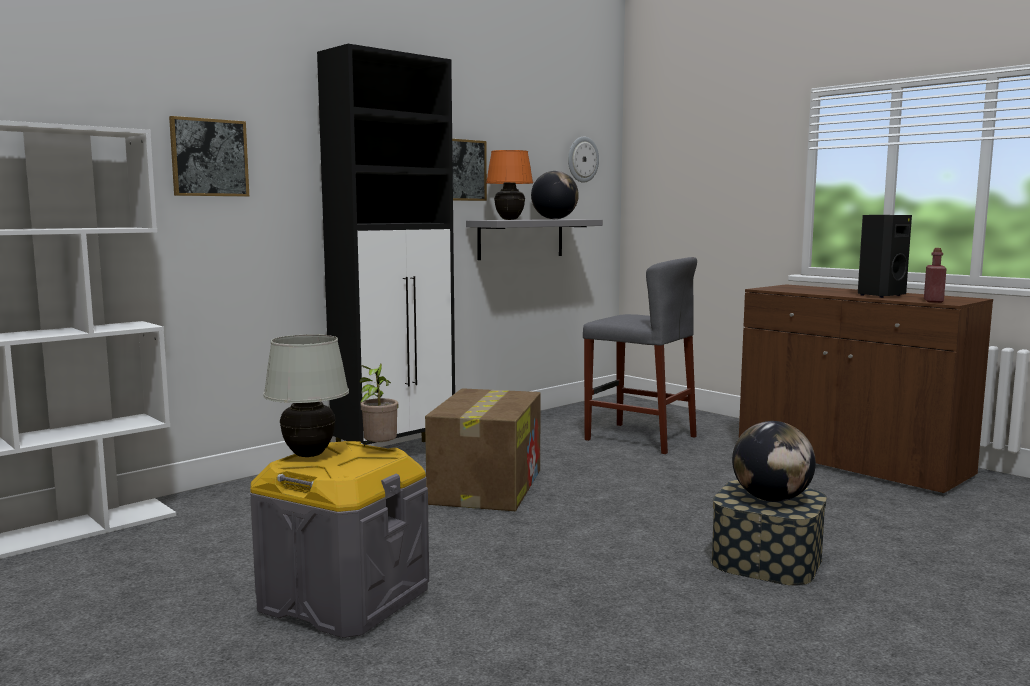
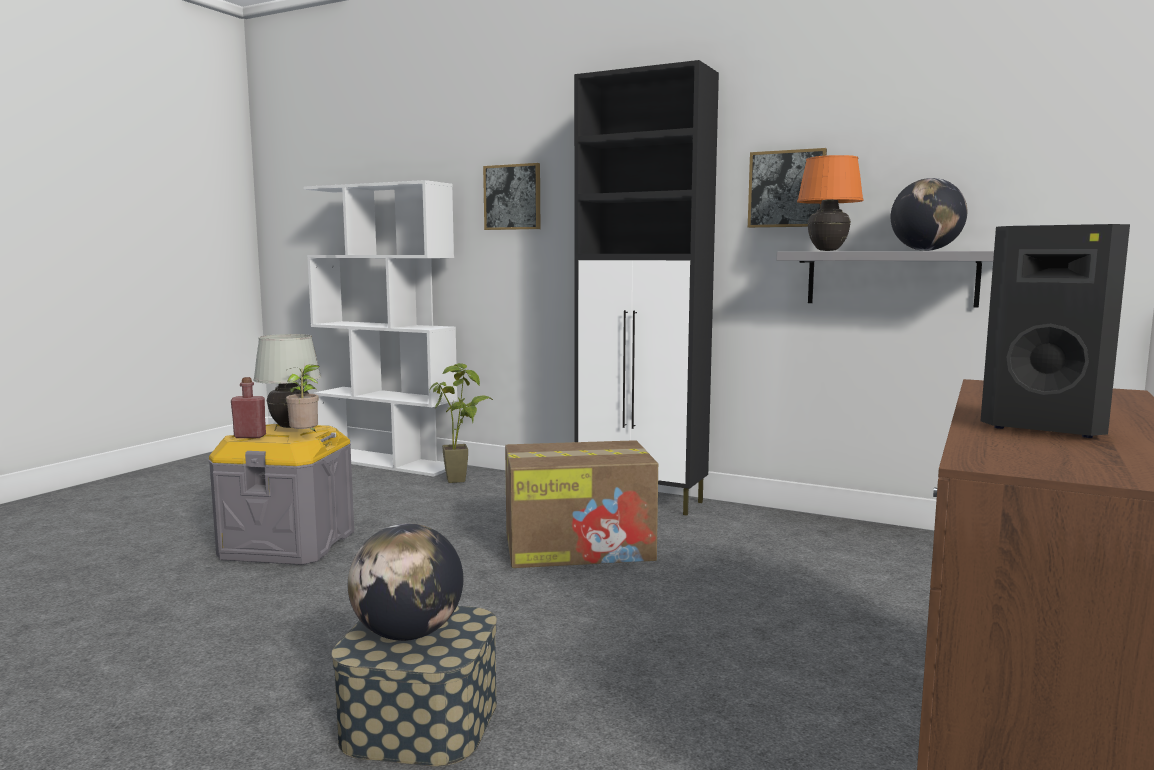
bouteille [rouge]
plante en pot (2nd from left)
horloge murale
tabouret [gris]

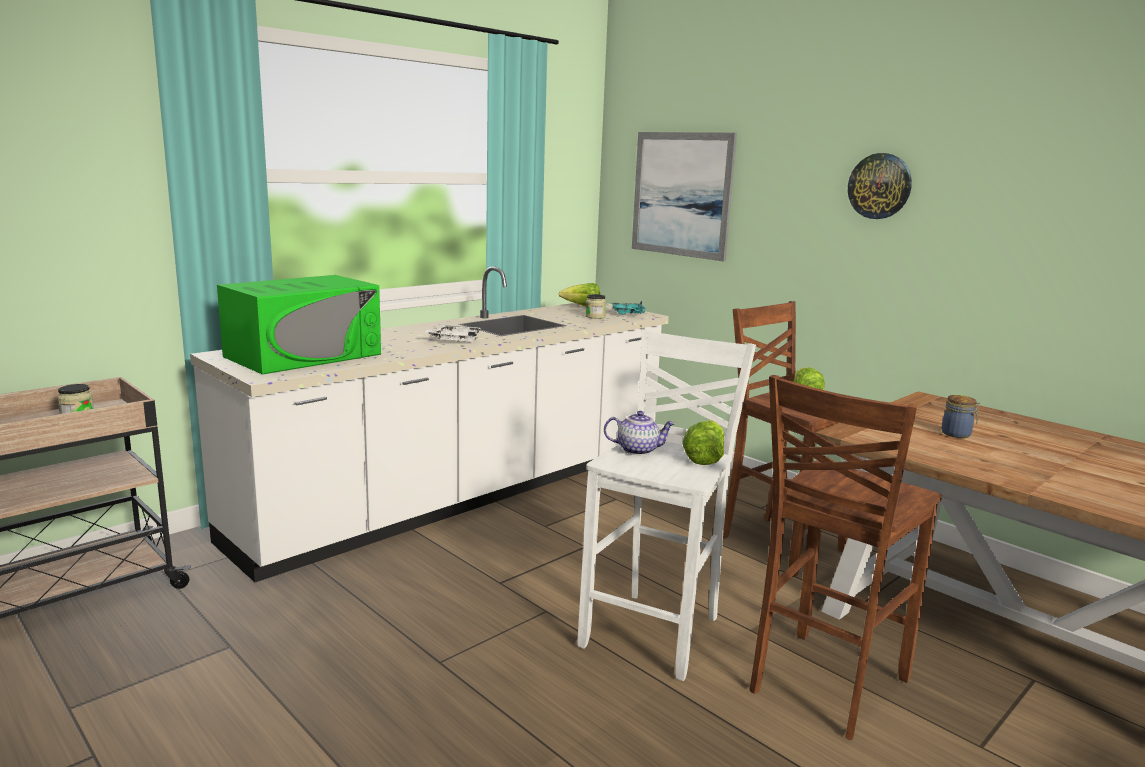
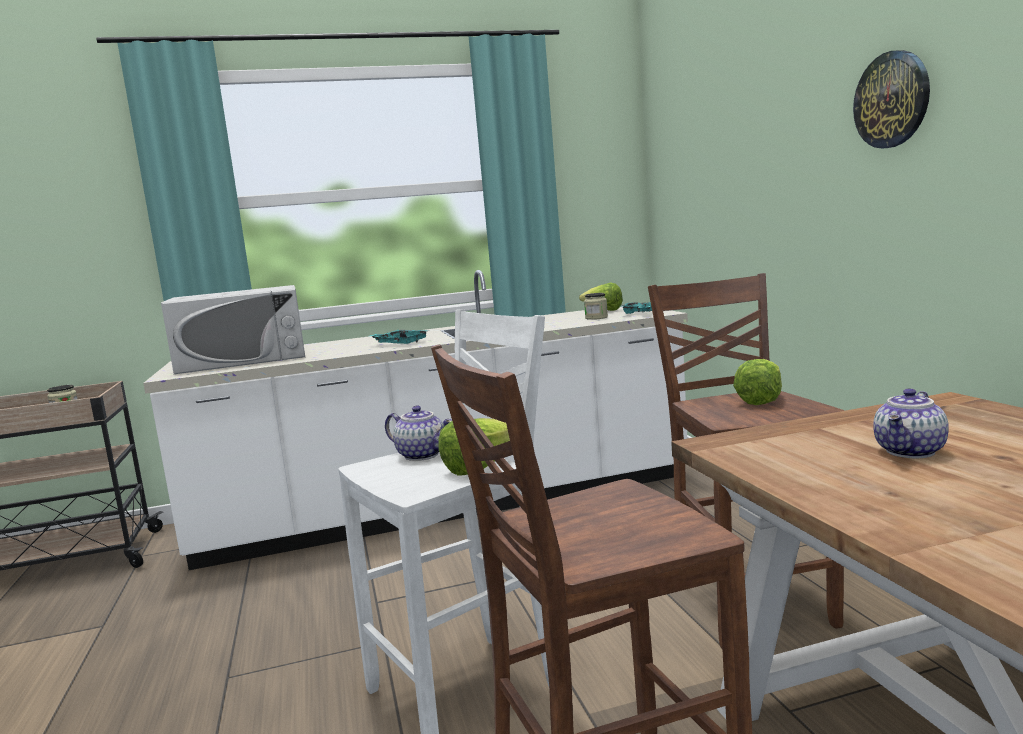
micro-ondes [blanc]
plateau [turquoise] (1st from left)
théière (2nd from left)
tableau

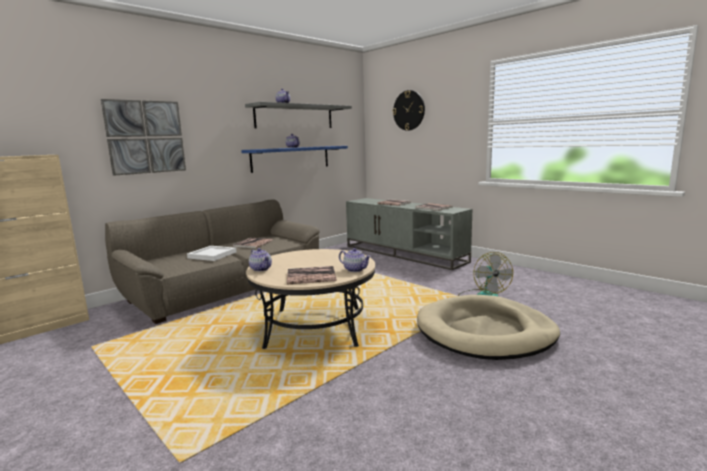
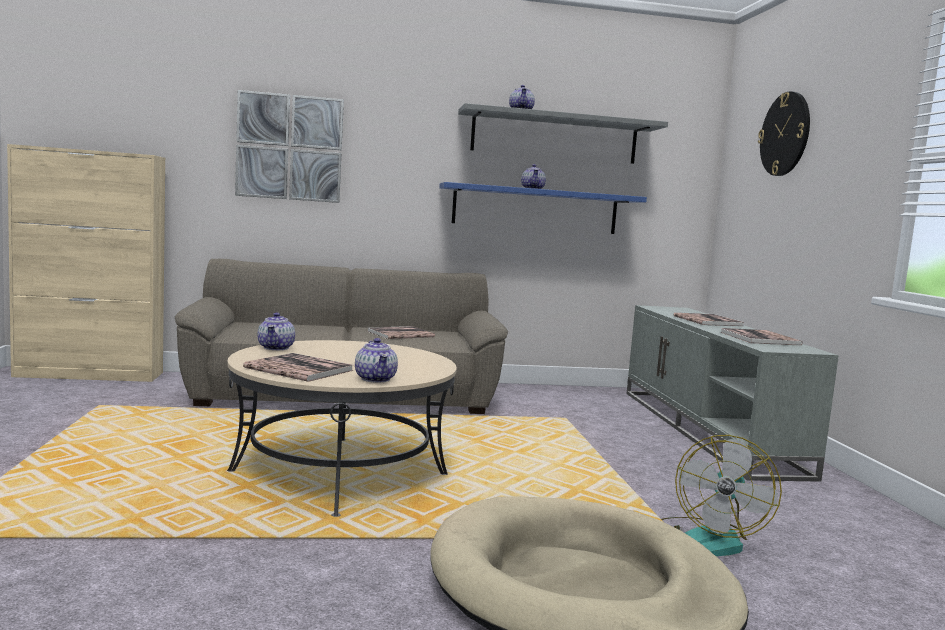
plateau [blanc]

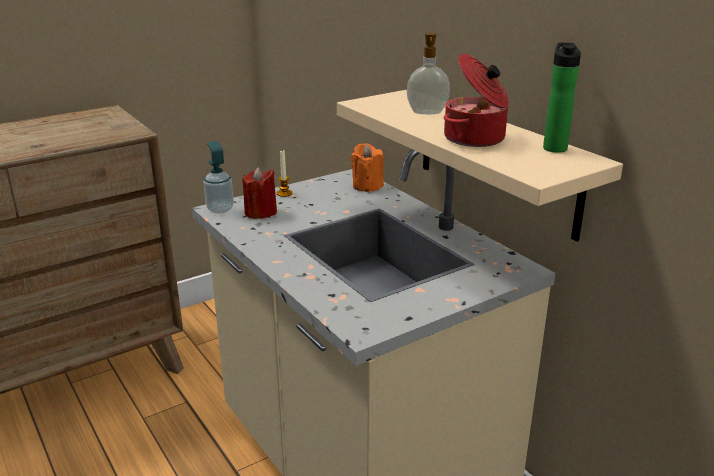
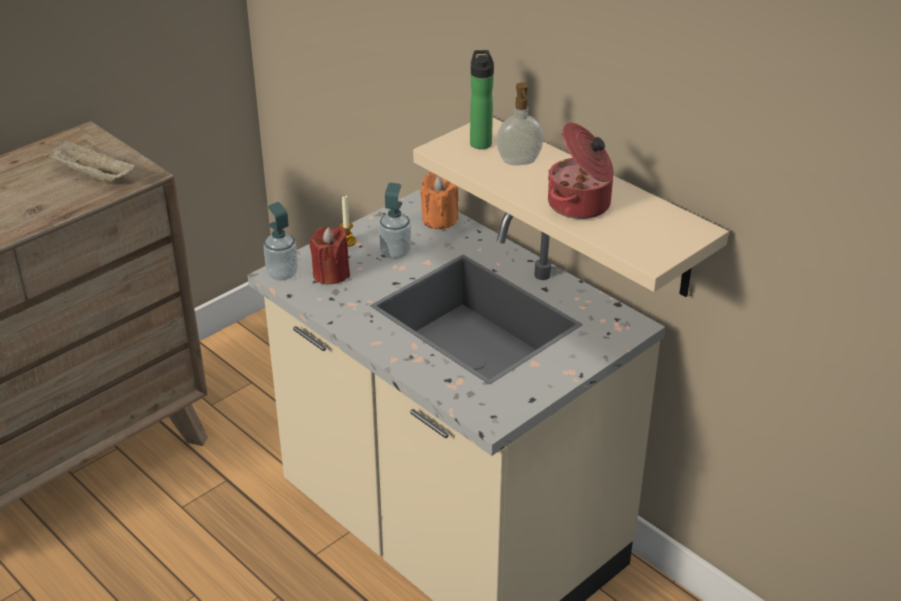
plateau [beige]
distributeur de savon (2nd from left)
bouteille

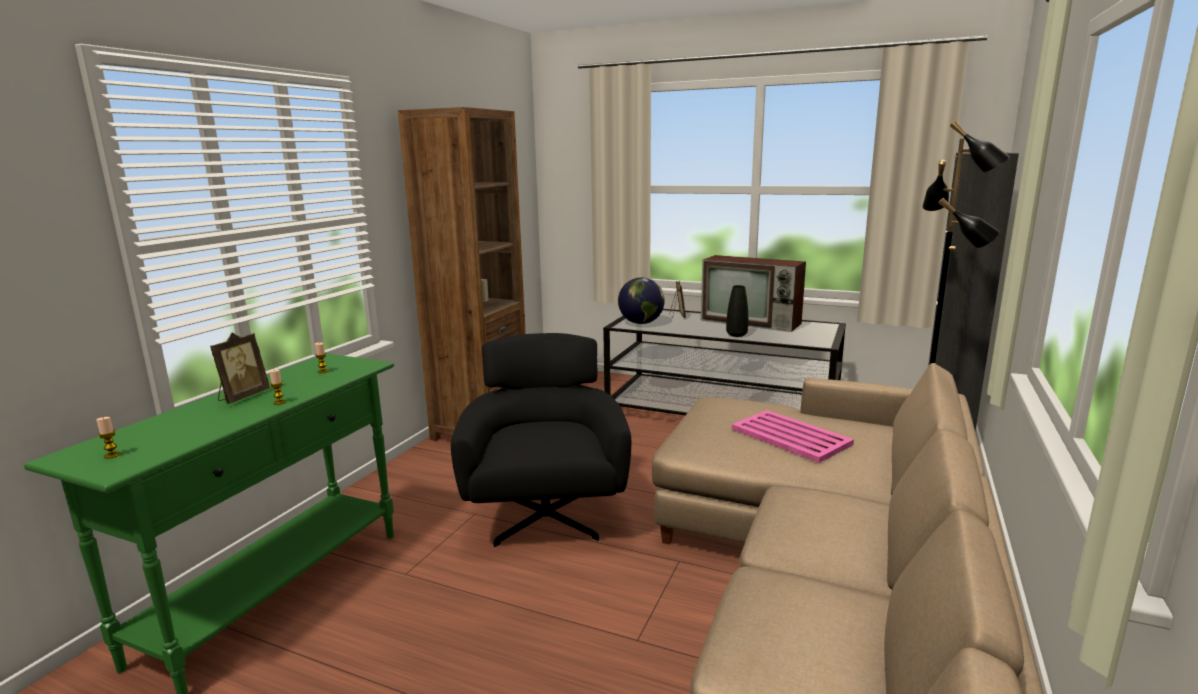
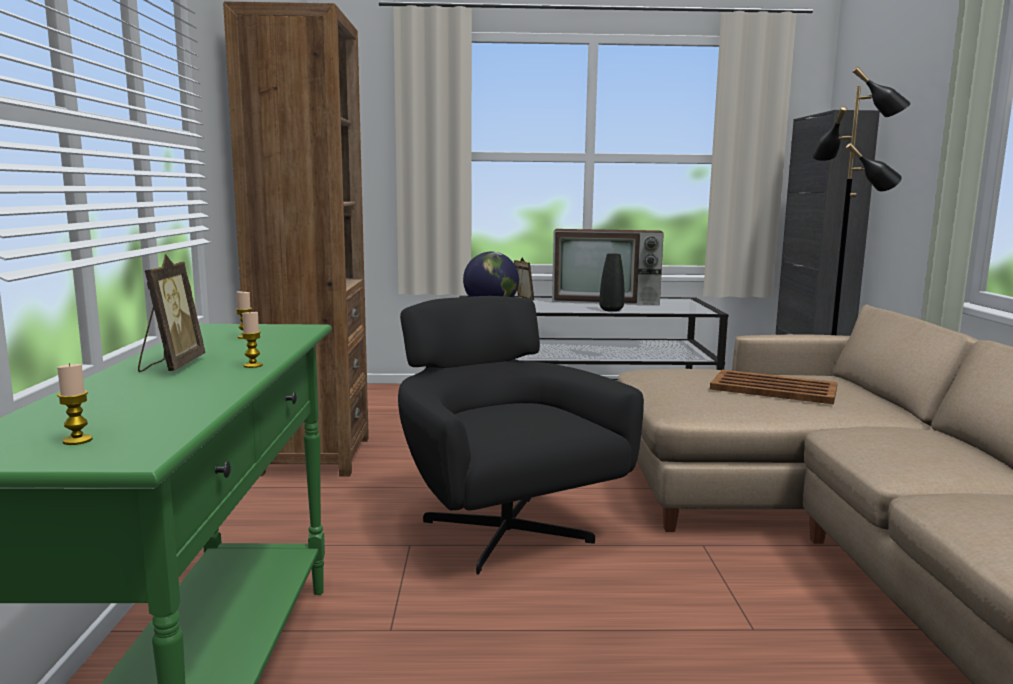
plateau [marron]

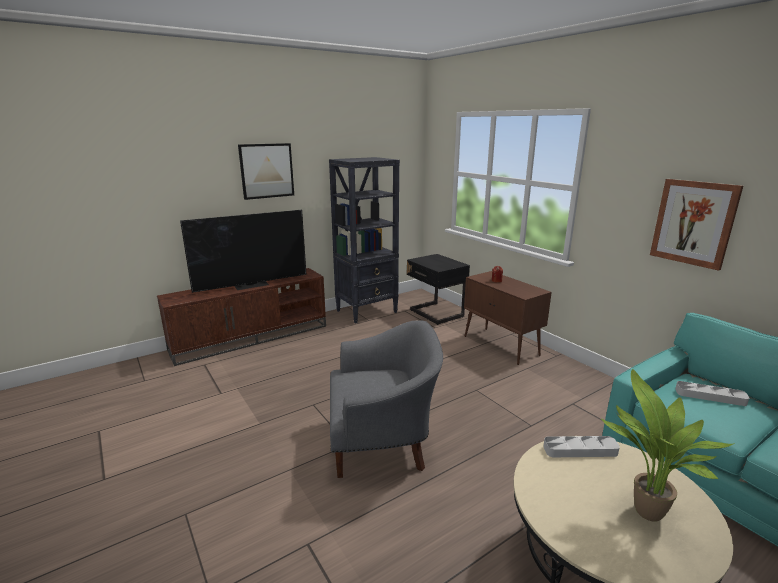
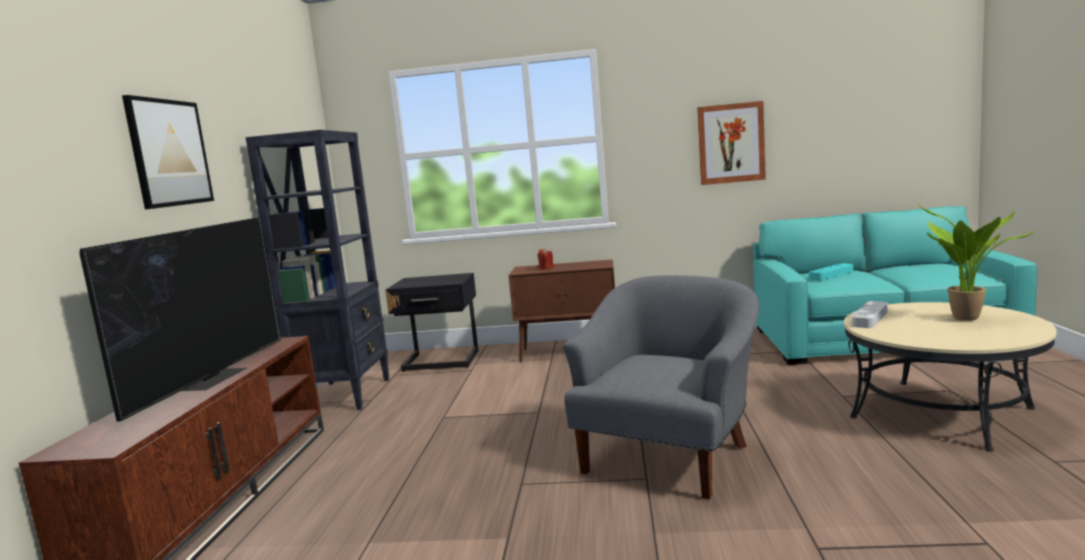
plateau [turquoise]

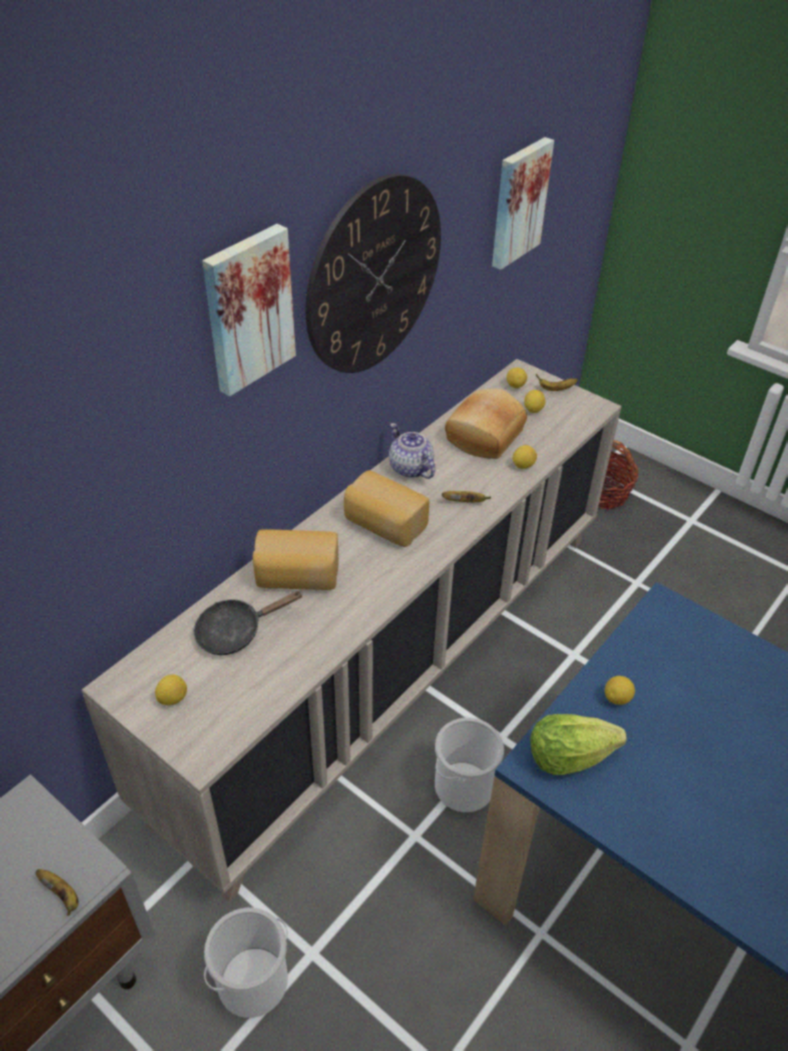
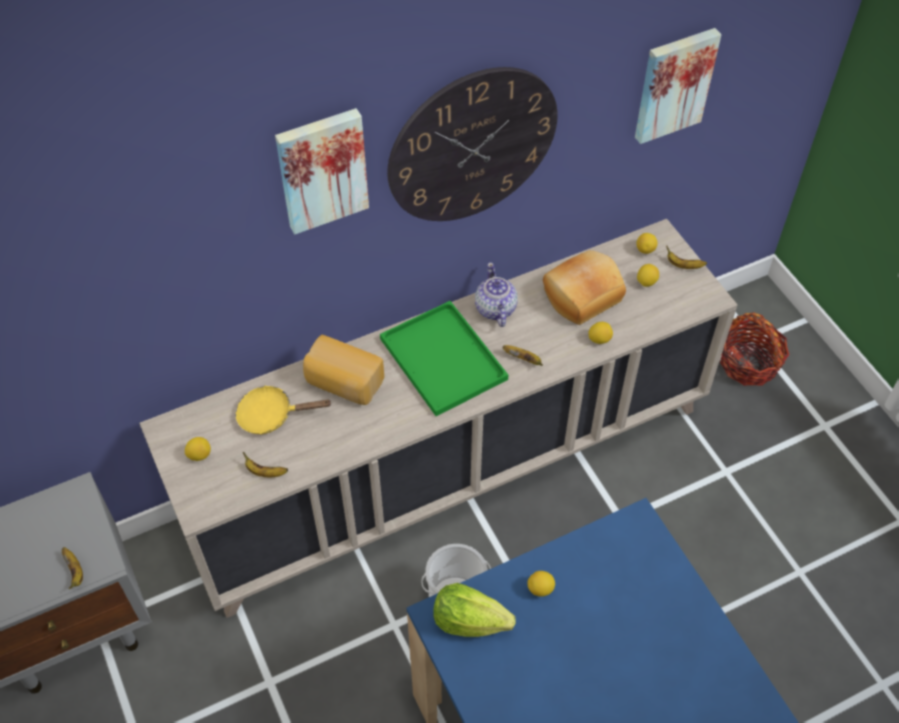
poêle [jaune]
banane (2nd from left)
plateau [vert]
seau (1st from left in the first image)

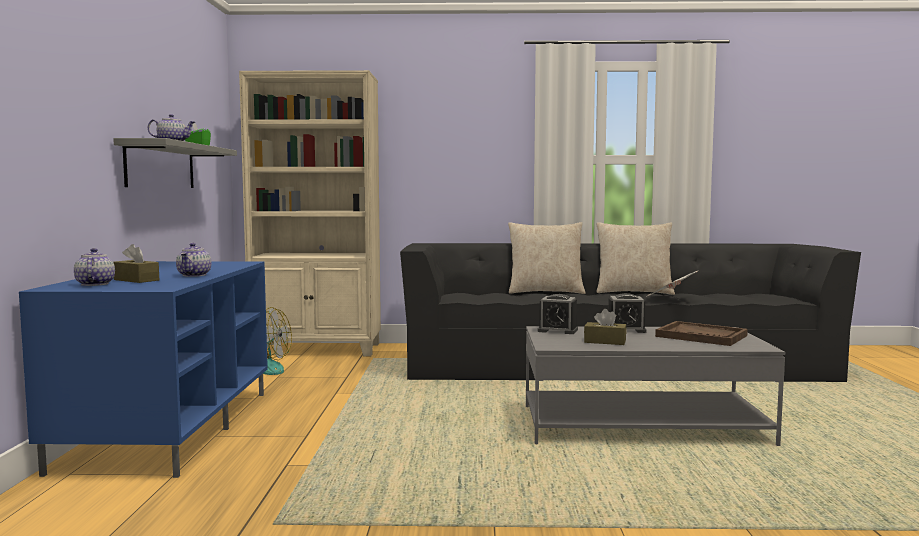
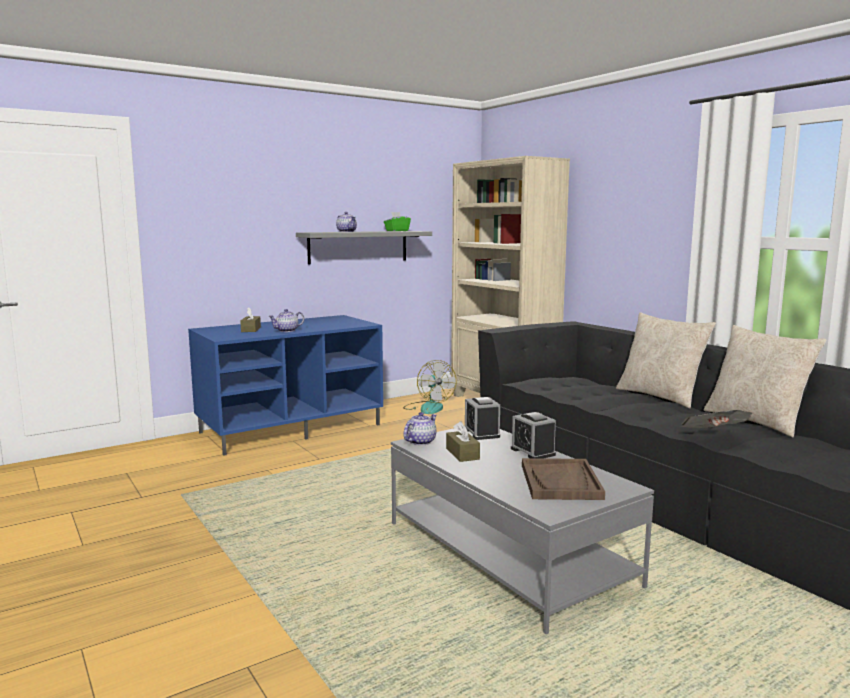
théière (3rd from left)

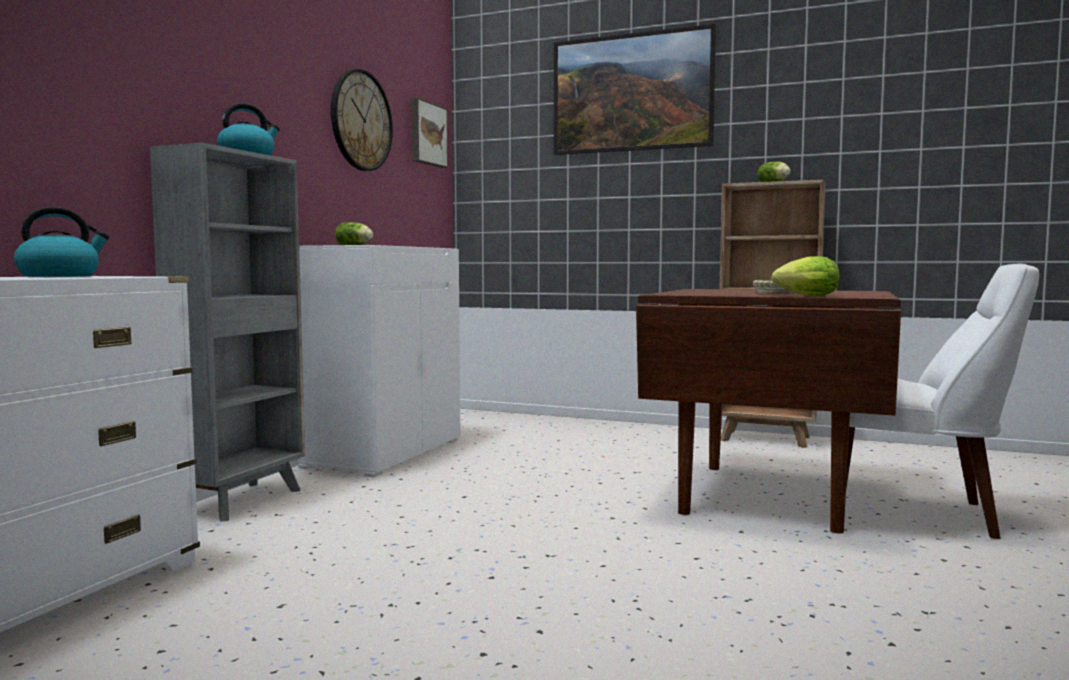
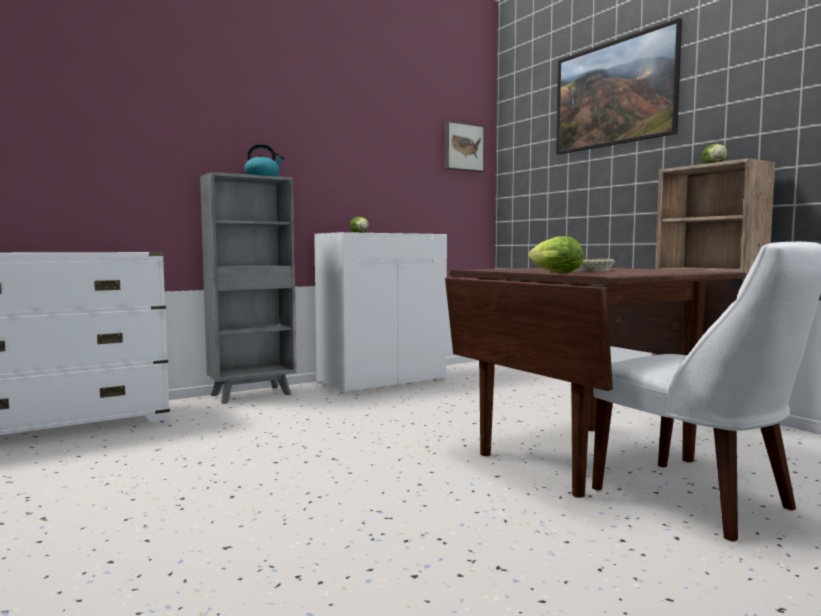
bouilloire (1st from left in the first image)
horloge murale

